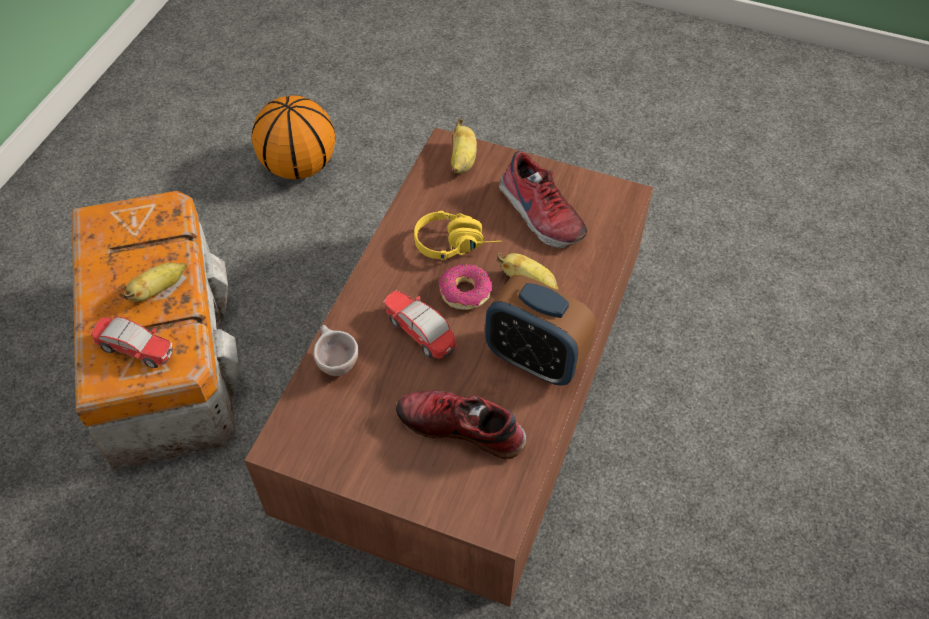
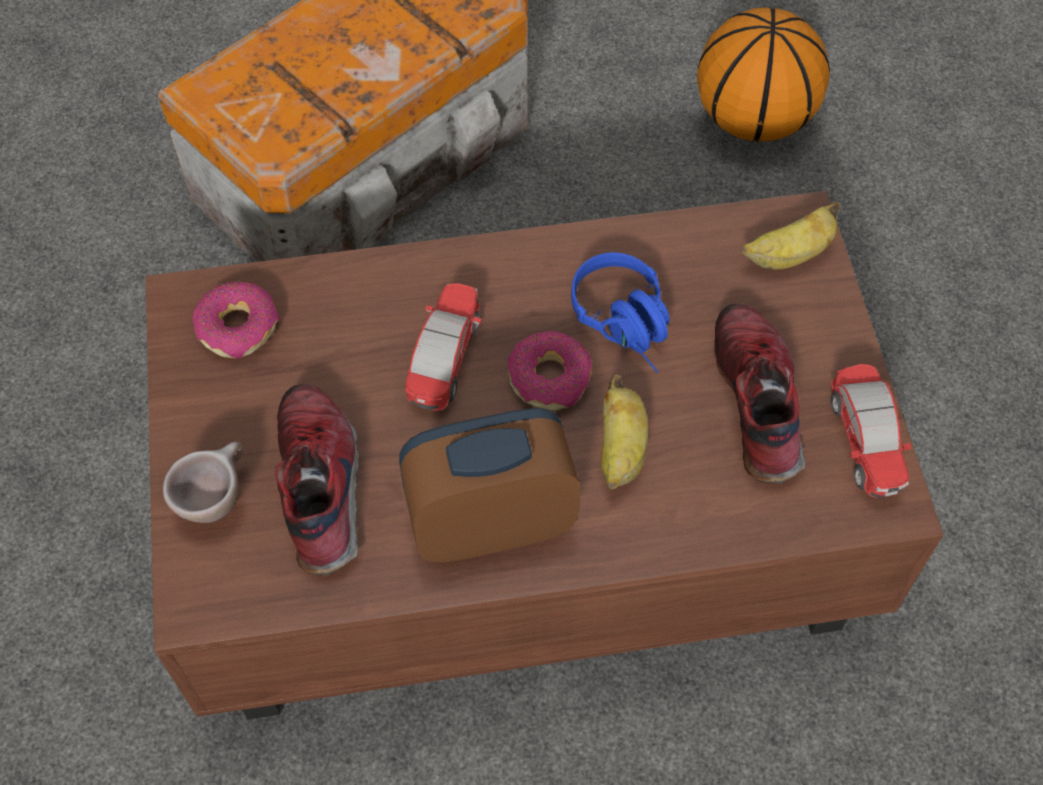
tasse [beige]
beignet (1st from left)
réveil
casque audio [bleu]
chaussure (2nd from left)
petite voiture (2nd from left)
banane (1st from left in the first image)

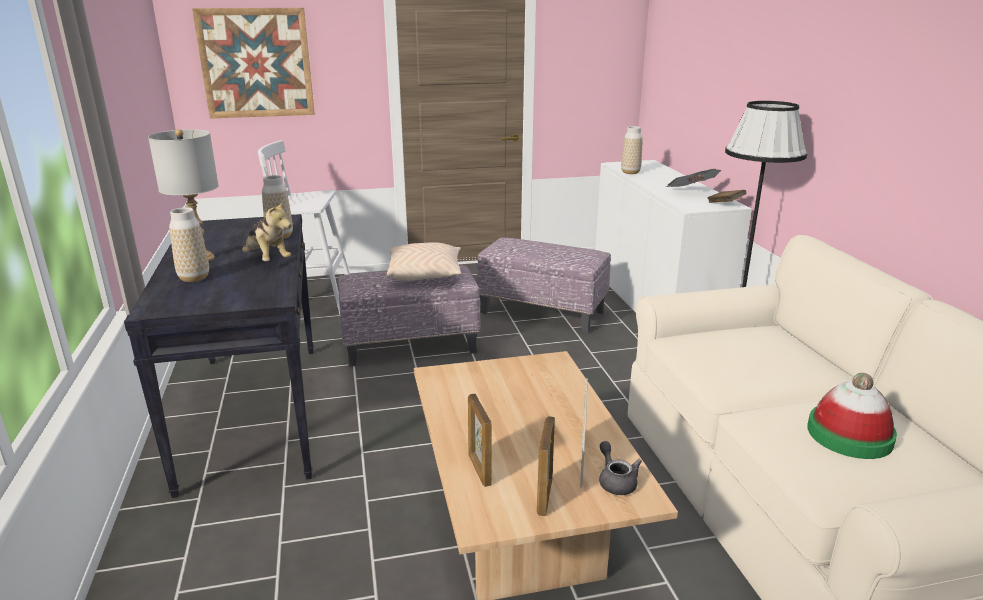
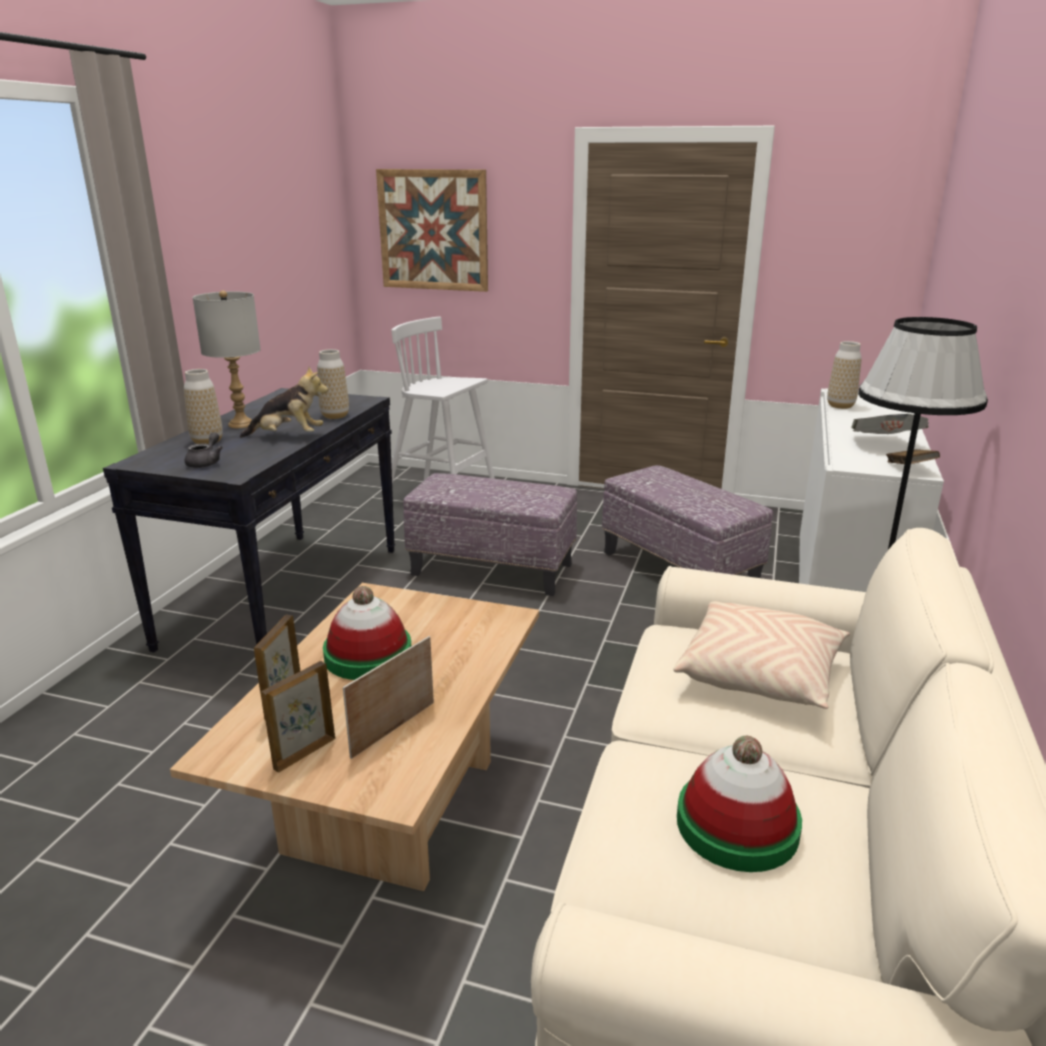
théière [gris]
peluche
chapeau (1st from left)
coussin [beige]

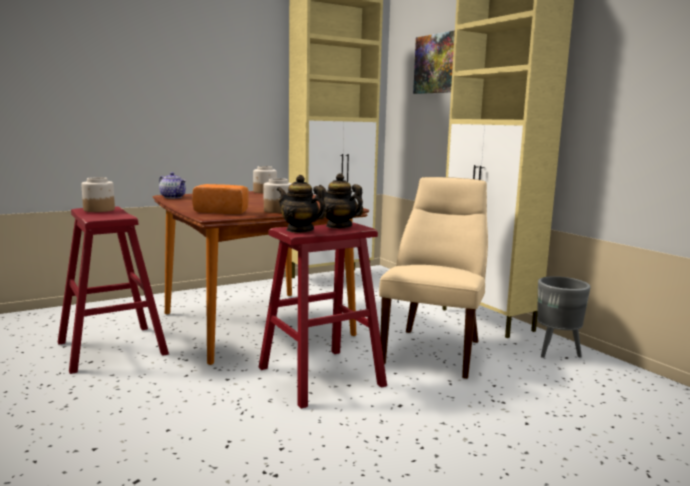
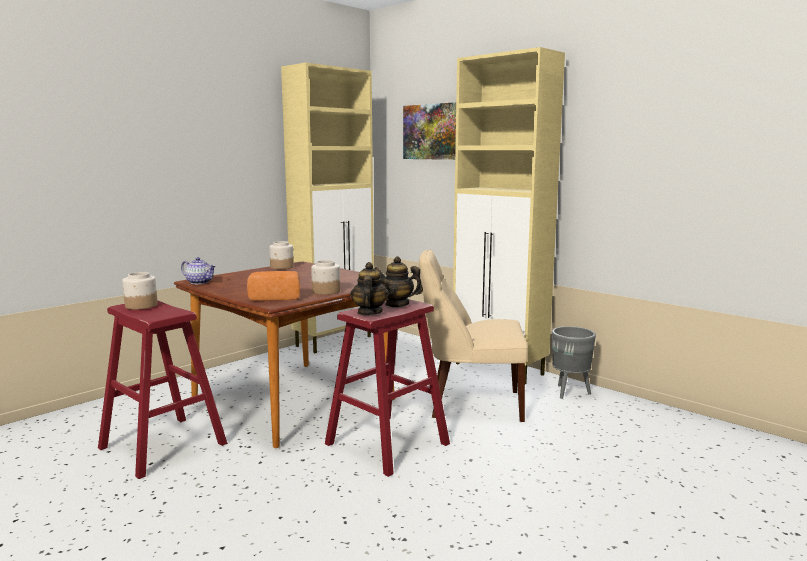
théière (2nd from left)
chaise [beige]

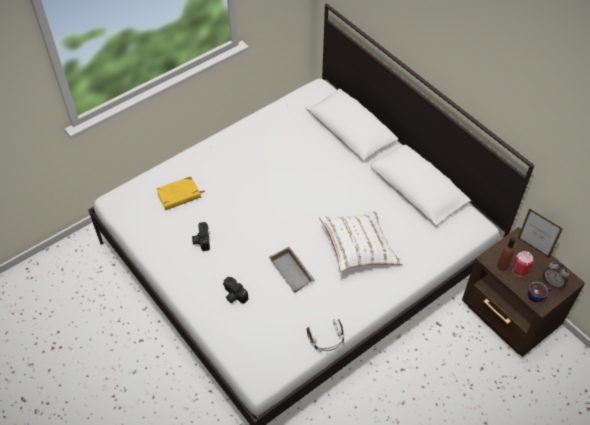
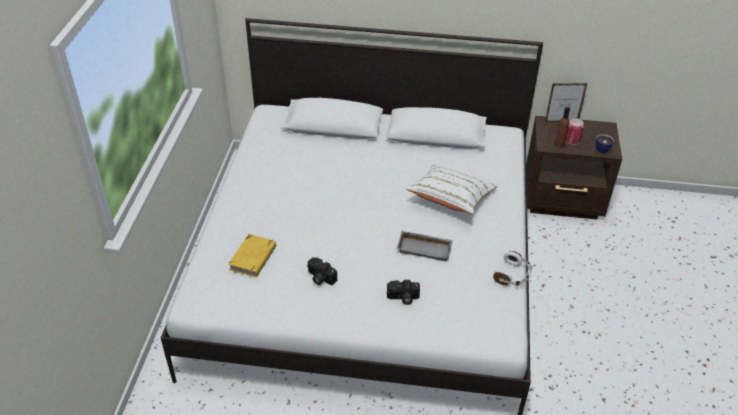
réveil

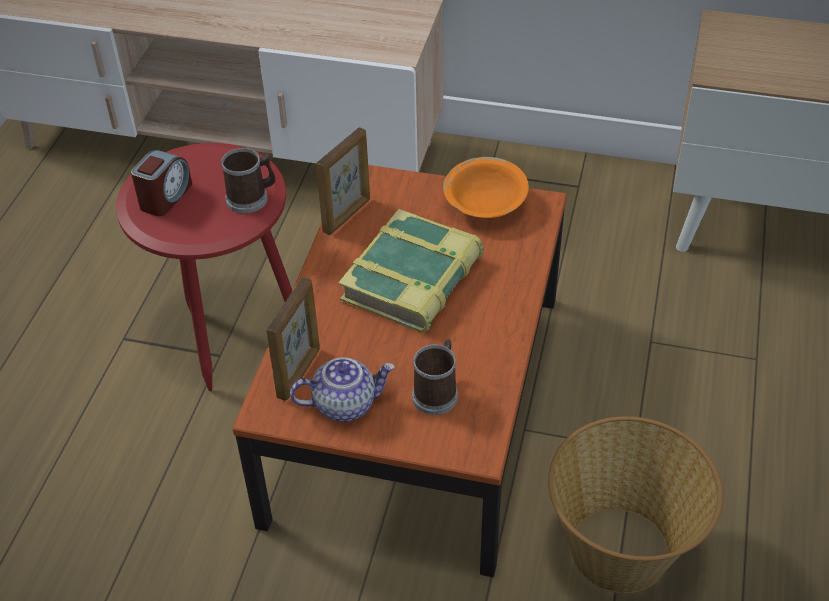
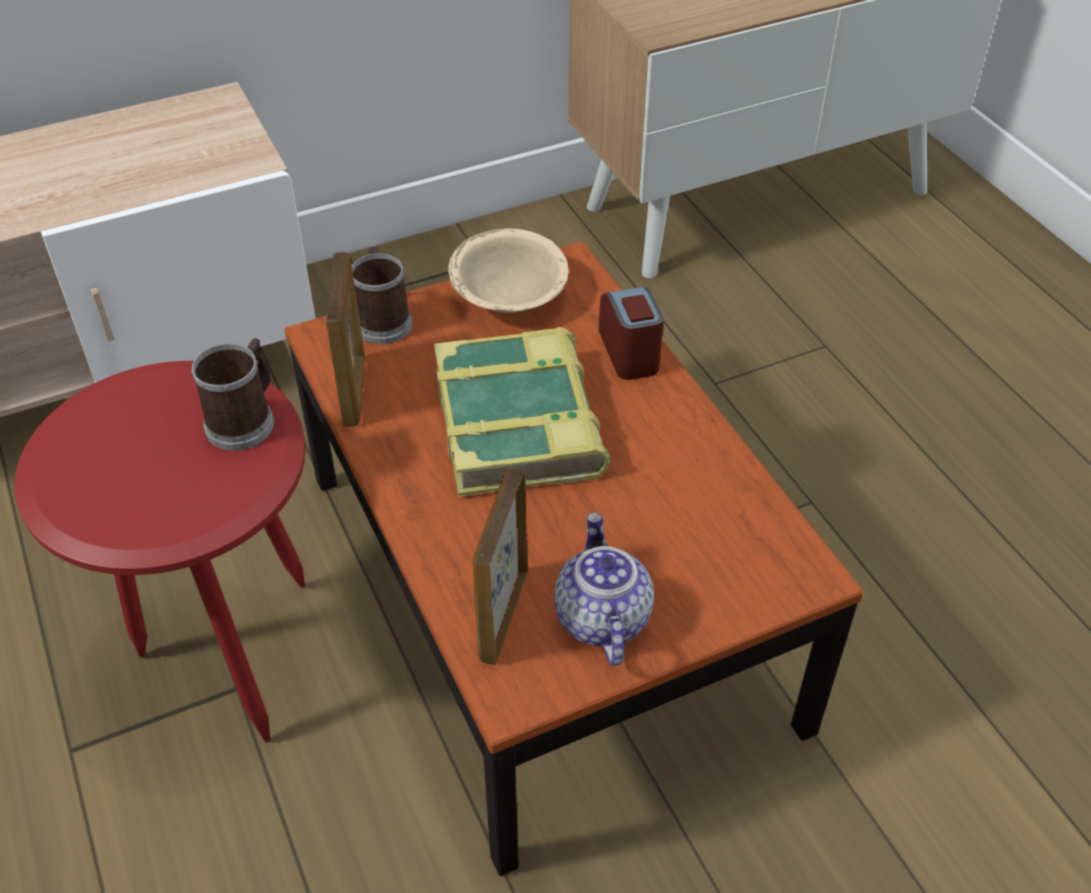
mug (2nd from left)
bol [beige]
cadre photo (2nd from left)
théière
réveil
panier

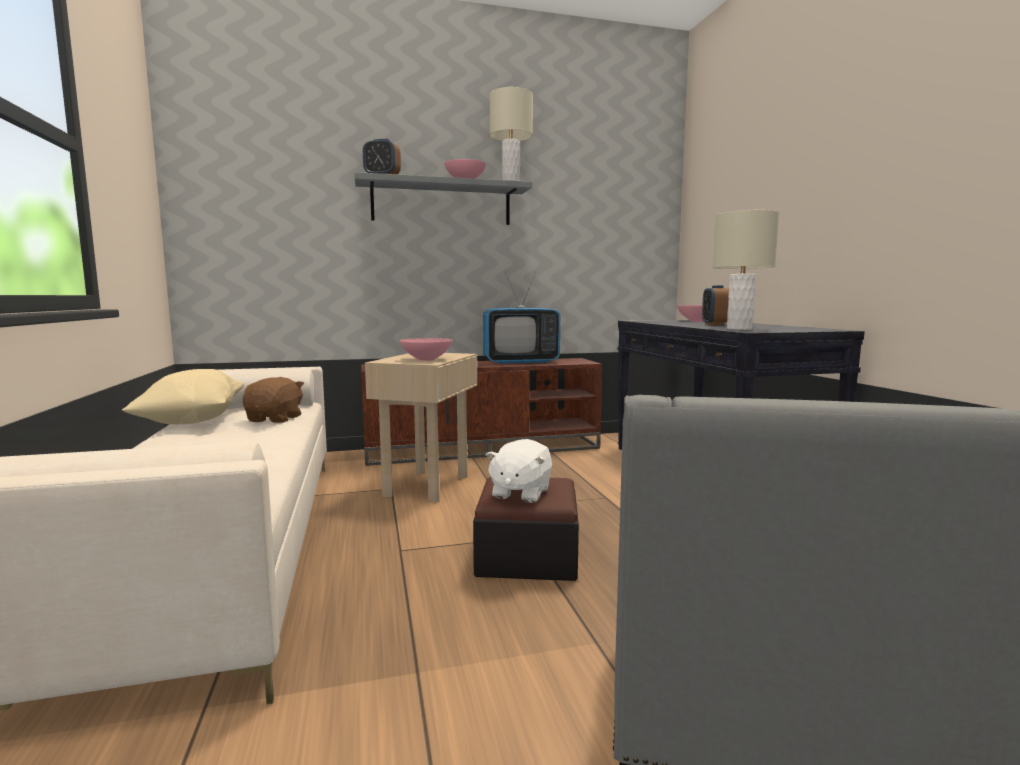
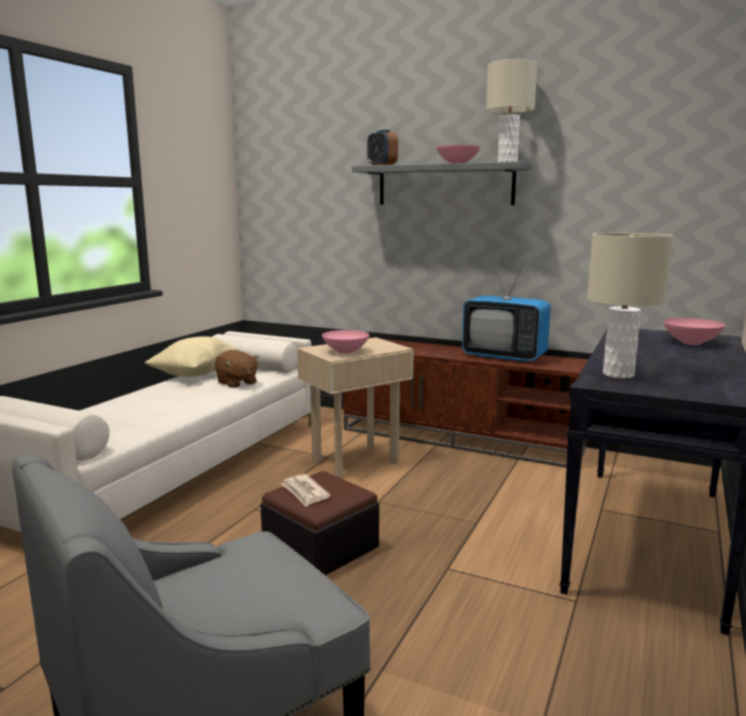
peluche [marron]
journal
réveil (2nd from left in the first image)

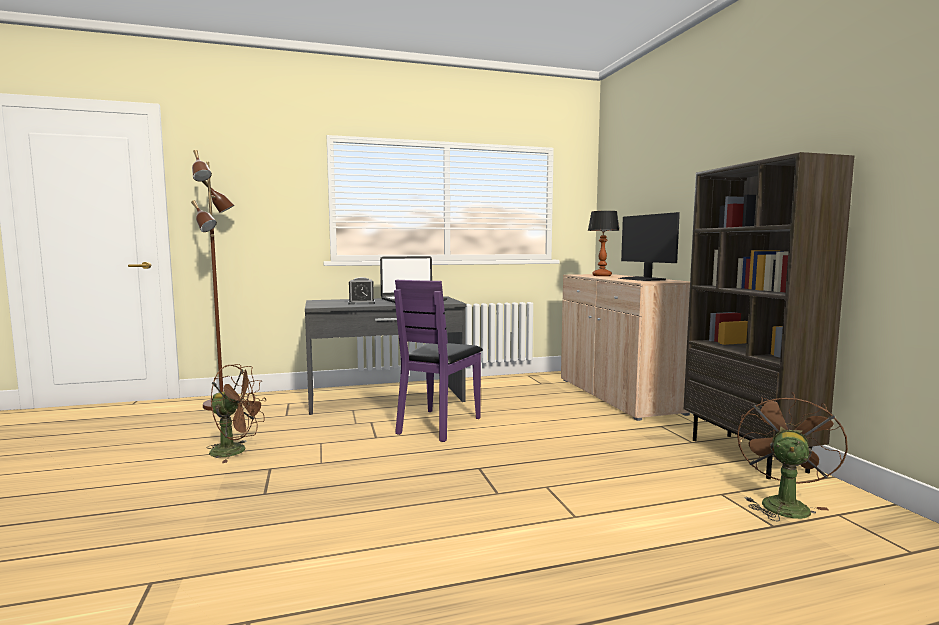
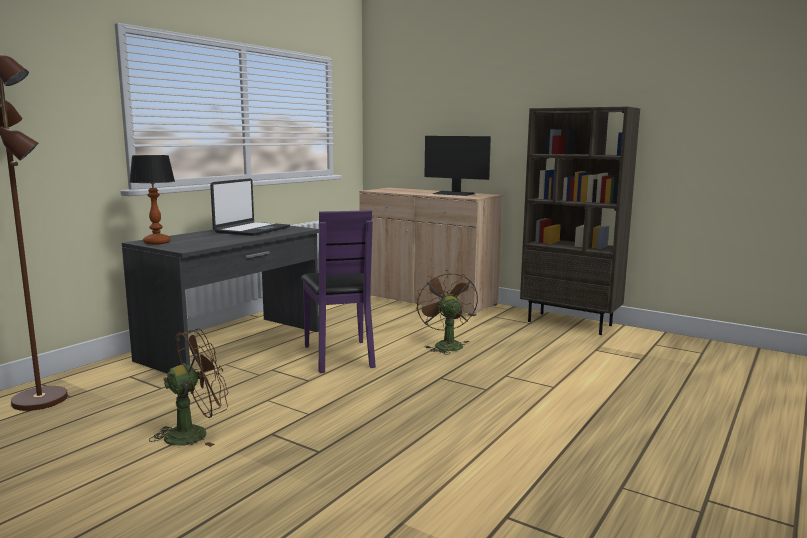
lampe de table
ventilateur [marron] (2nd from left)
réveil

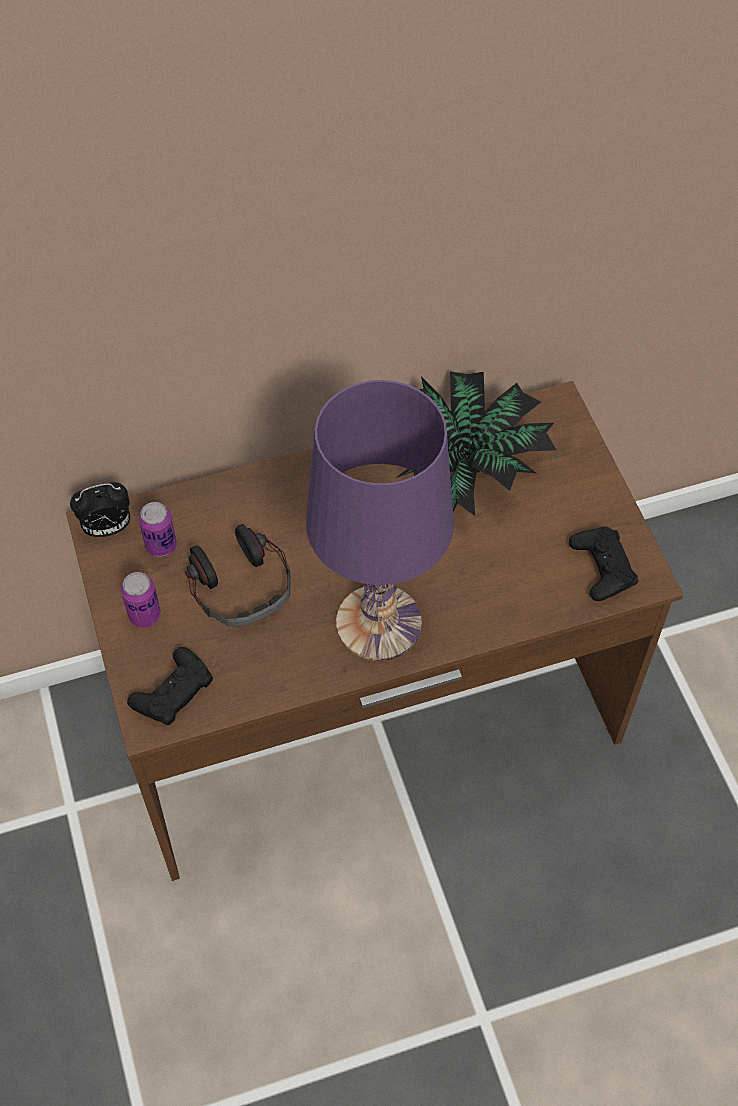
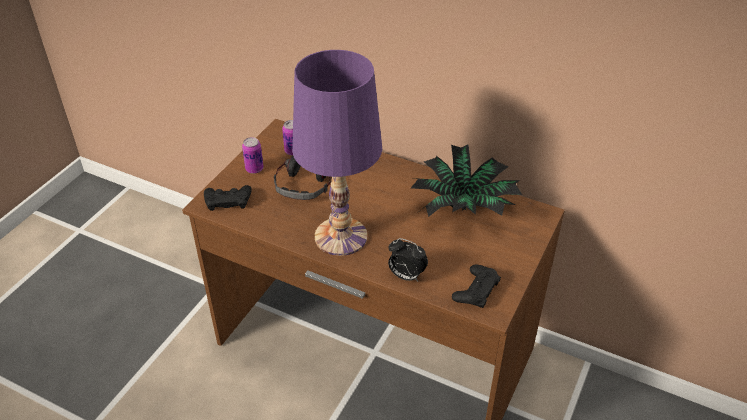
réveil

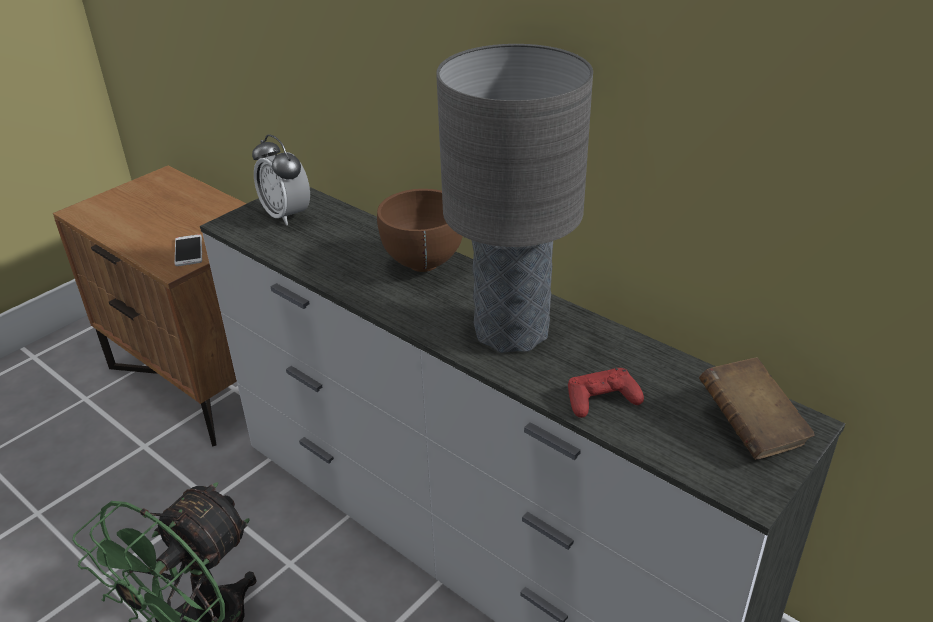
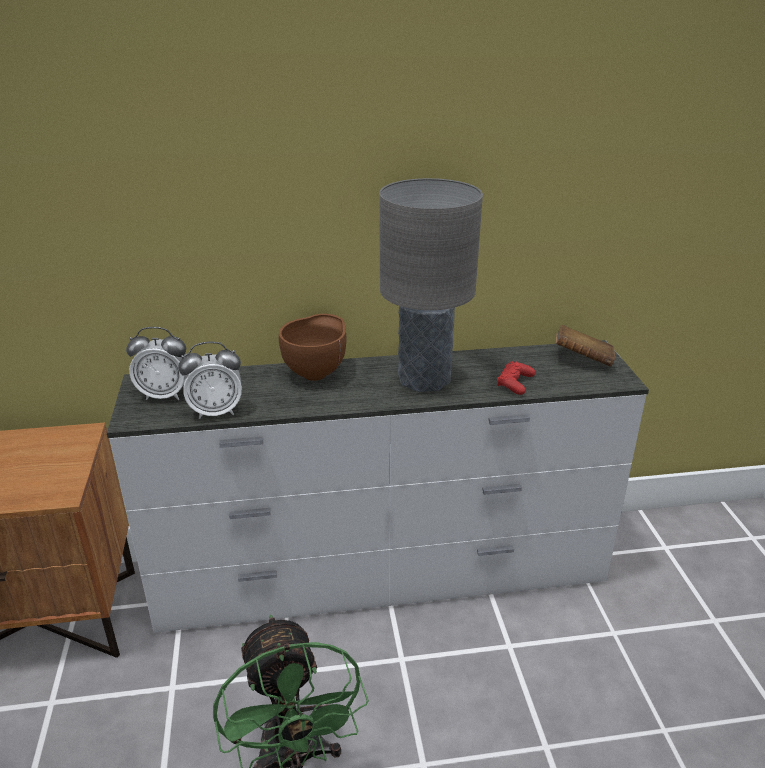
réveil (2nd from left)
téléphone

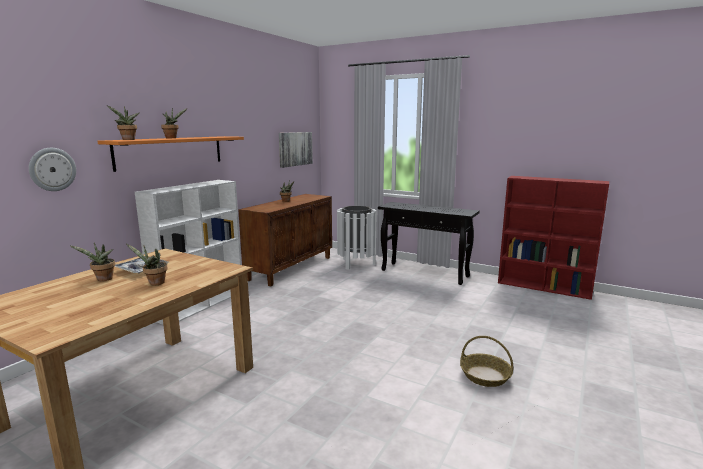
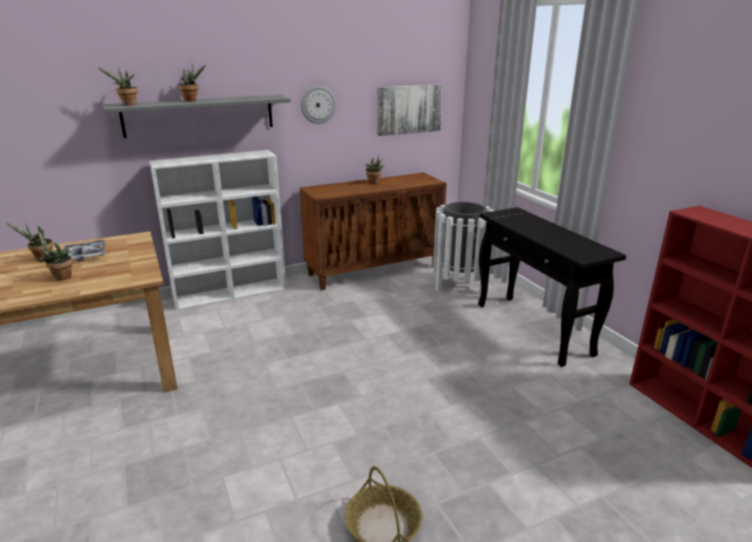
étagère [gris]
horloge murale

